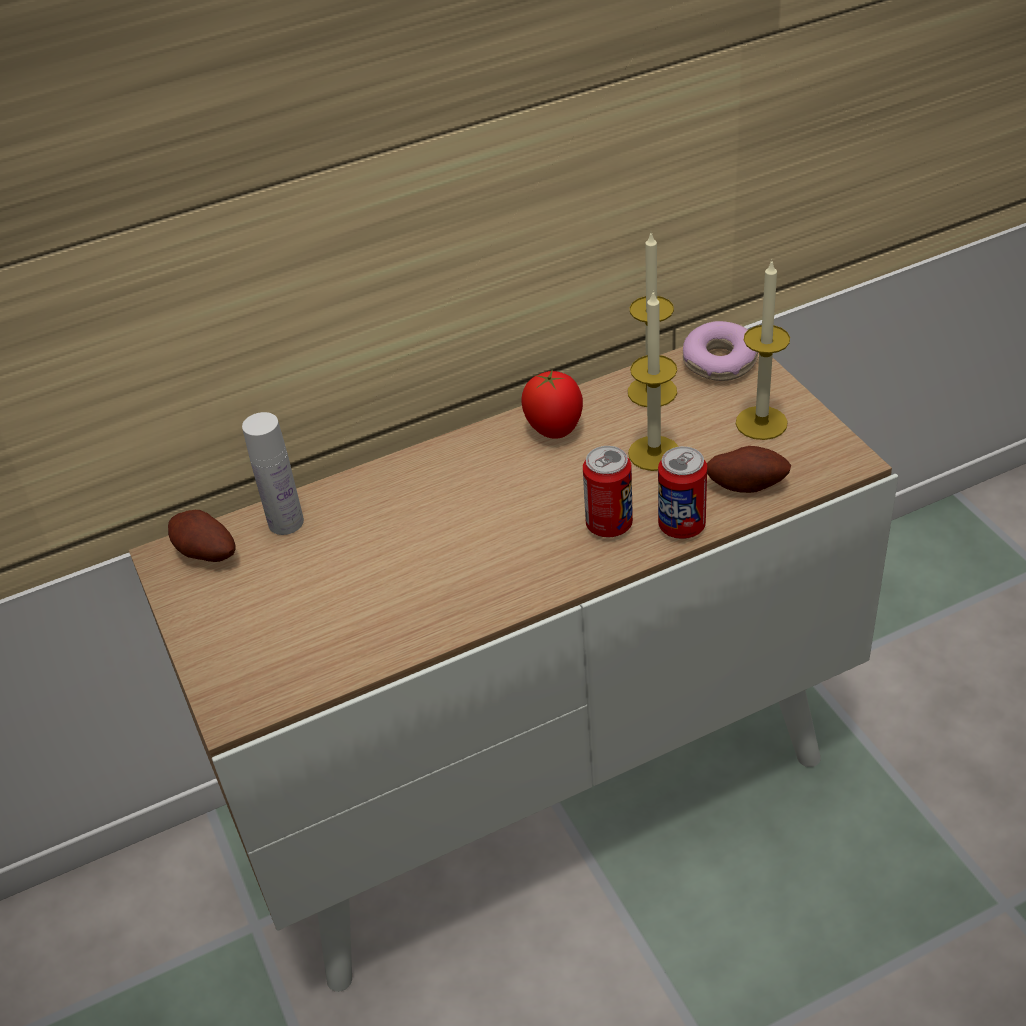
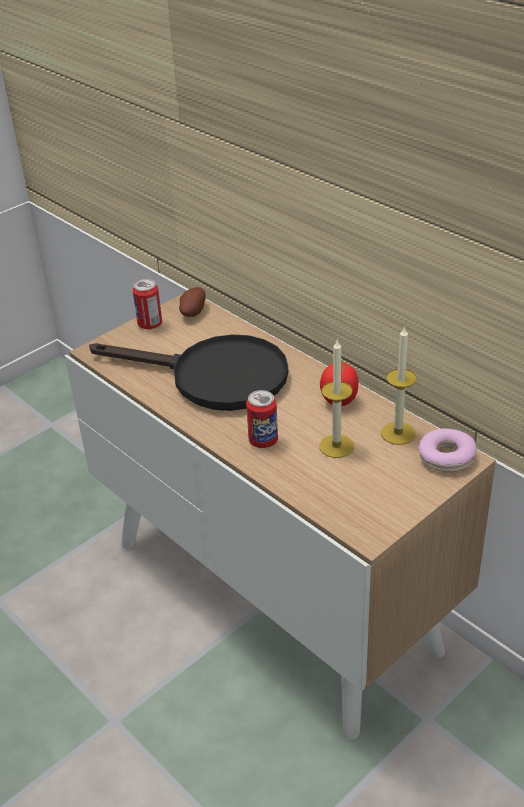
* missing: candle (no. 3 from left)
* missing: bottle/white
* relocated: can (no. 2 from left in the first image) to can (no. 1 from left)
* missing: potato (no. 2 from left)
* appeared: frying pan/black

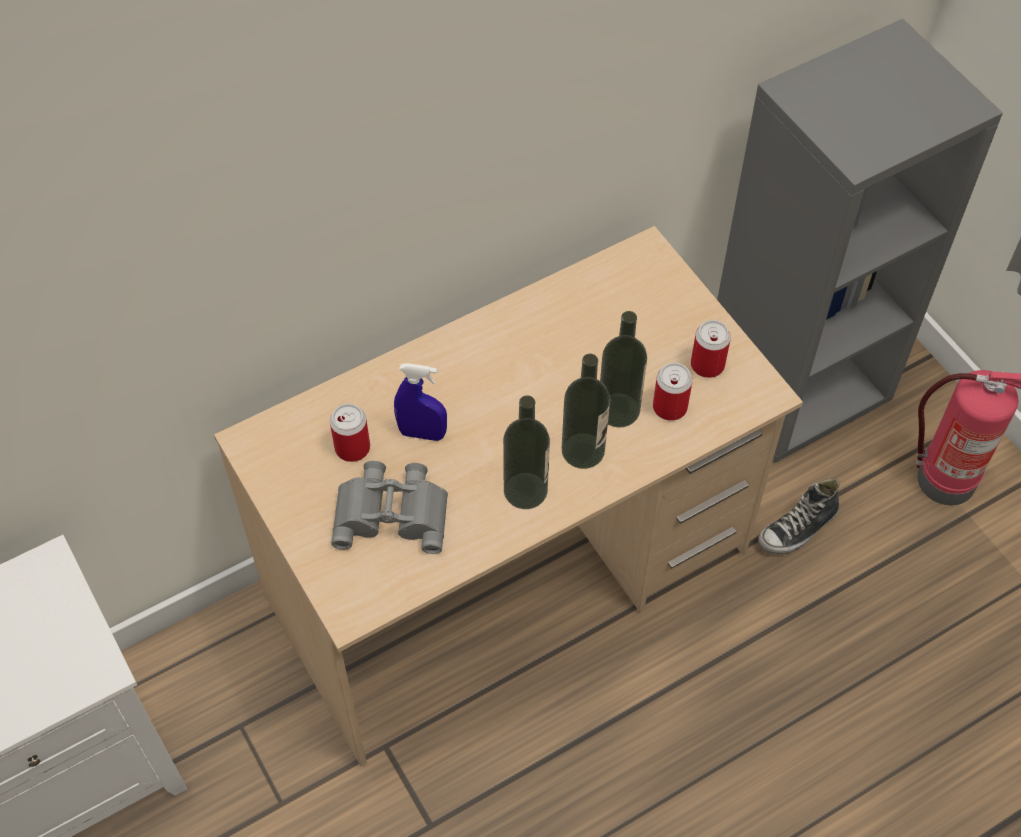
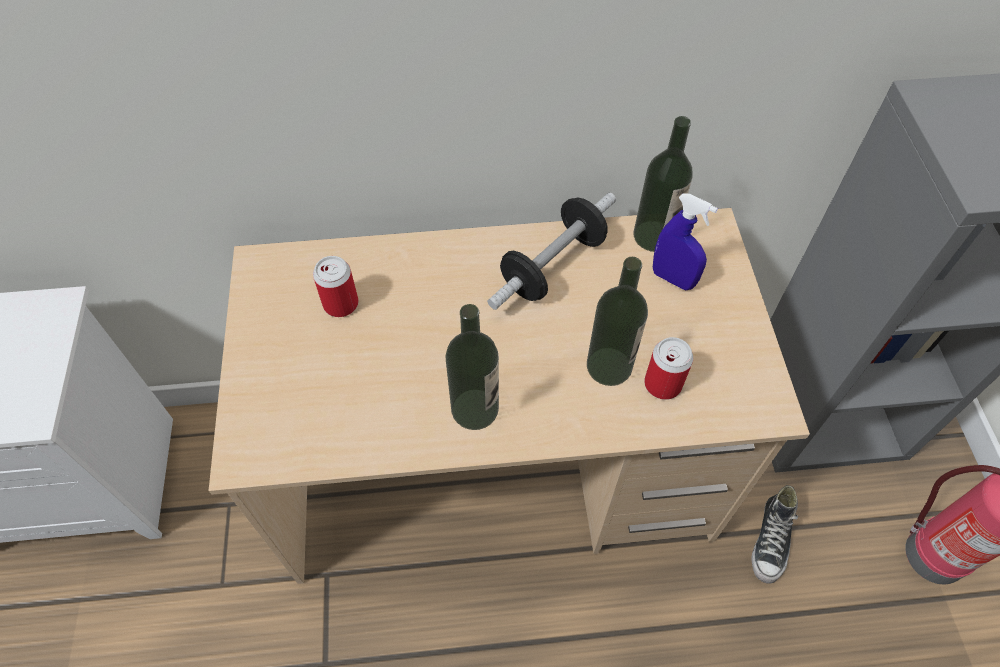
* missing: can (no. 3 from left)
* relocated: bottle (no. 2 from left in the first image) to bottle (no. 3 from left)
* relocated: spray bottle/blue
* missing: binoculars/grey
* spun: shoe 60 degrees counterclockwise
* appeared: dumbbell

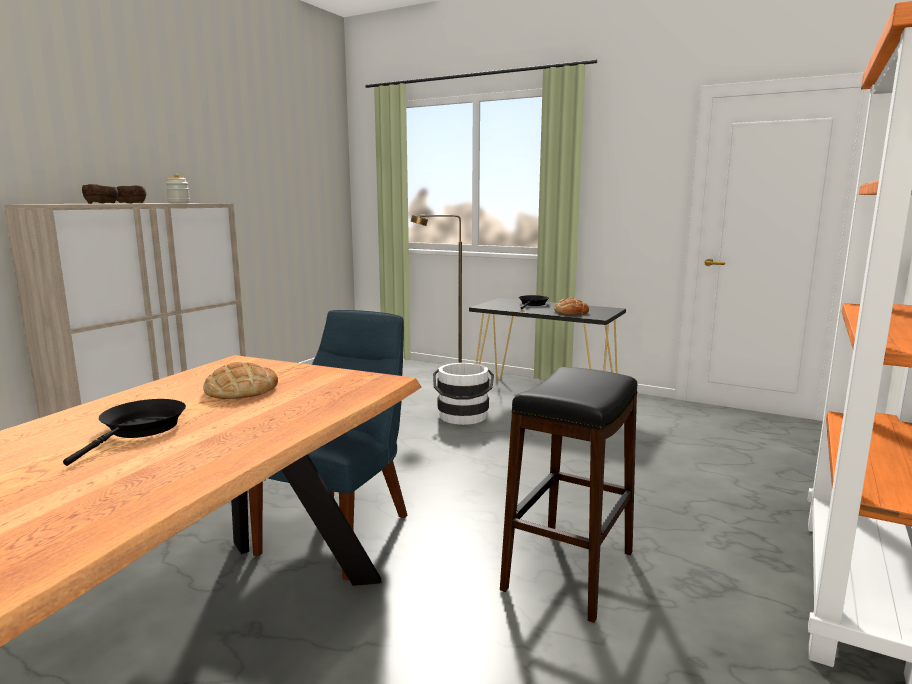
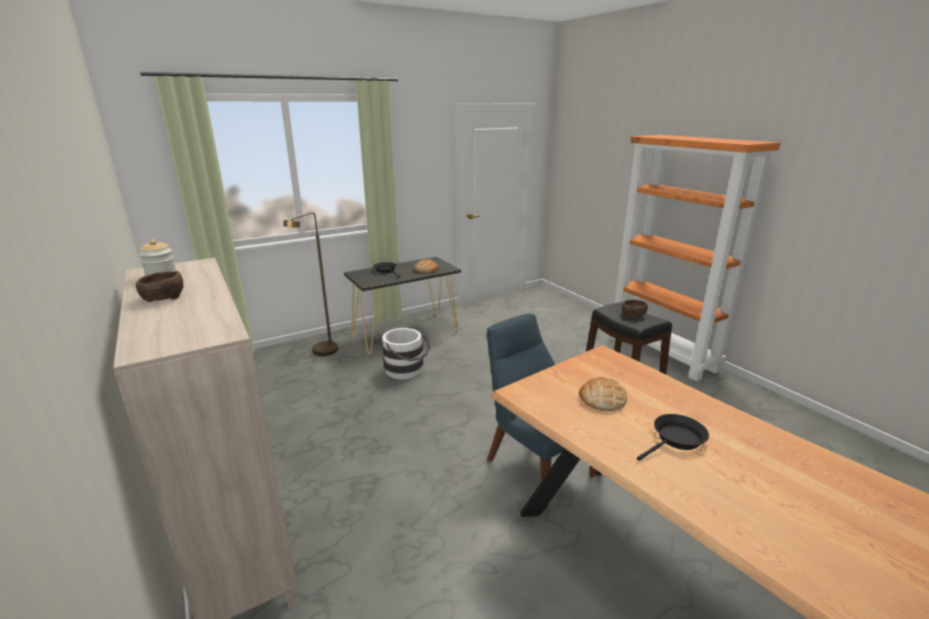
* relocated: bowl/brown (no. 1 from left in the first image) to bowl/brown (no. 2 from left)
* spun: frying pan/black (no. 1 from left in the first image) 105 degrees clockwise

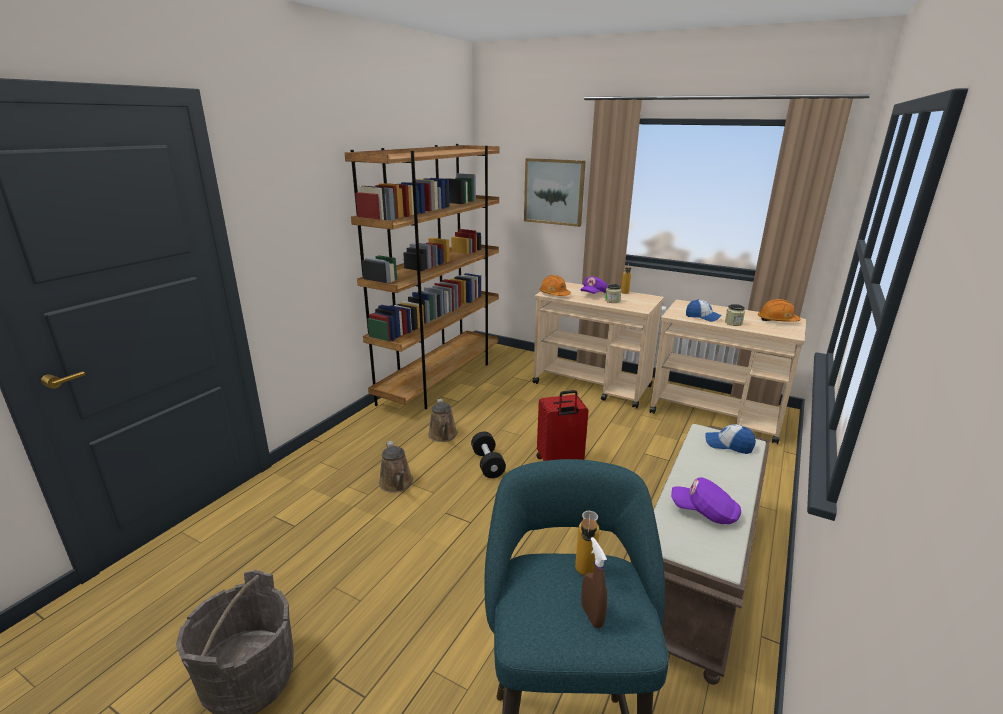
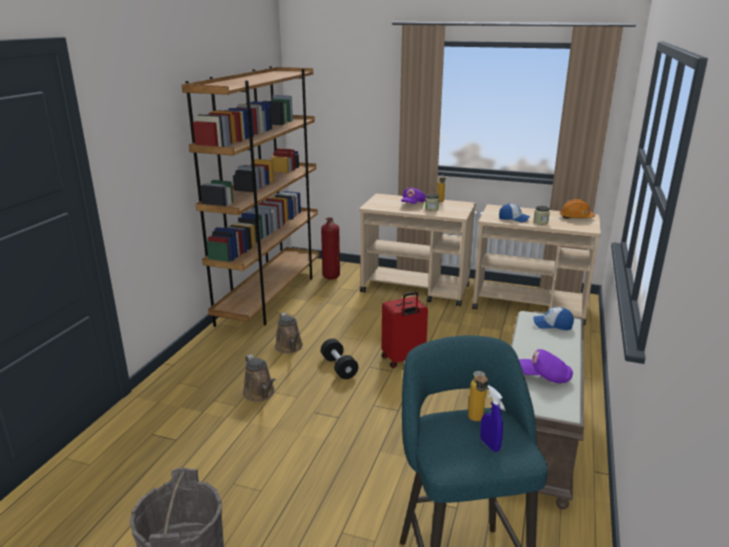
* missing: picture
* missing: hard hat/orange (no. 1 from left)
* colour: spray bottle/brown to spray bottle/blue
* appeared: fire extinguisher

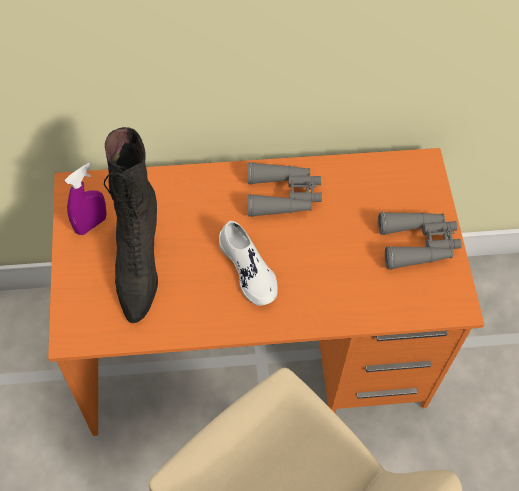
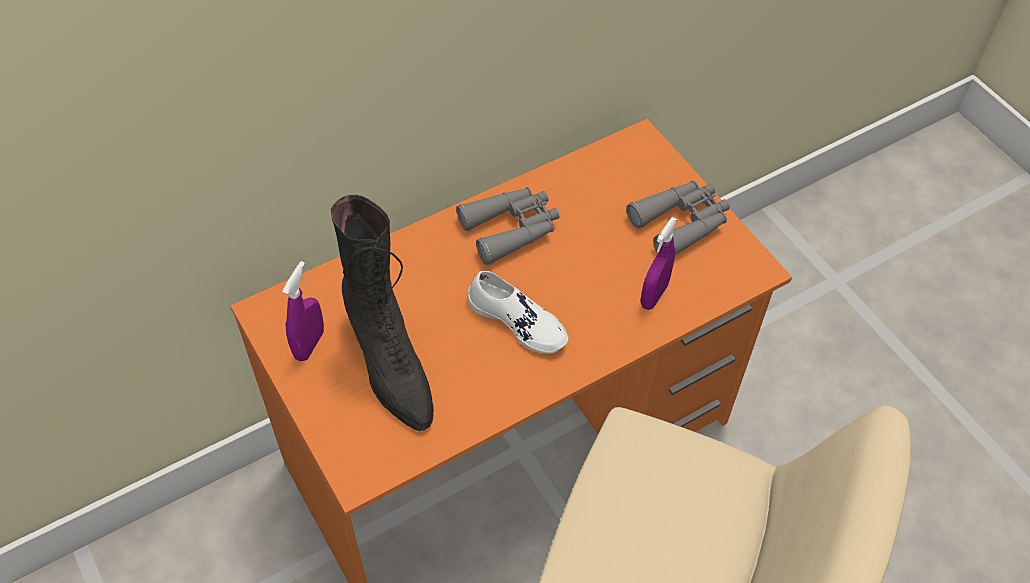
* appeared: spray bottle/purple (no. 2 from left)

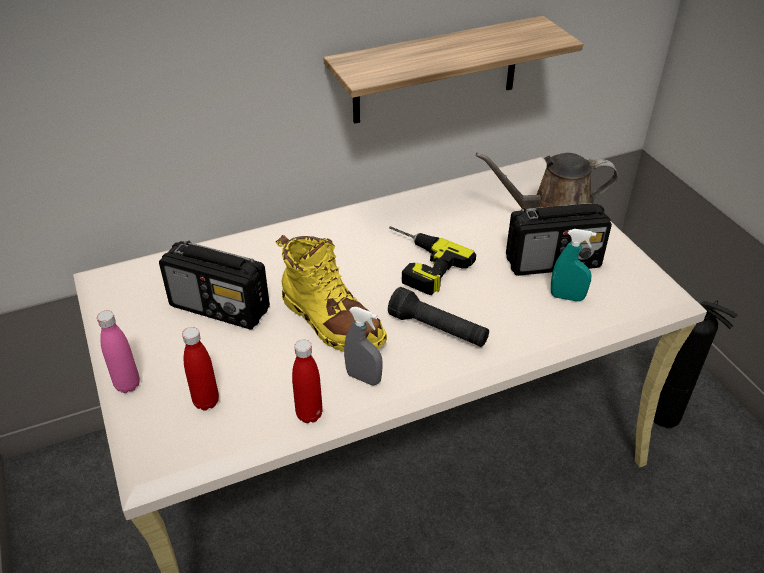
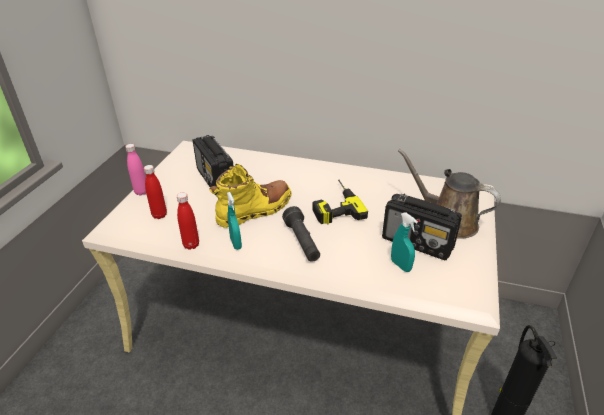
* missing: shelf
* spun: boot/yellow 120 degrees counterclockwise
* colour: spray bottle/grey to spray bottle/turquoise (no. 1 from left)

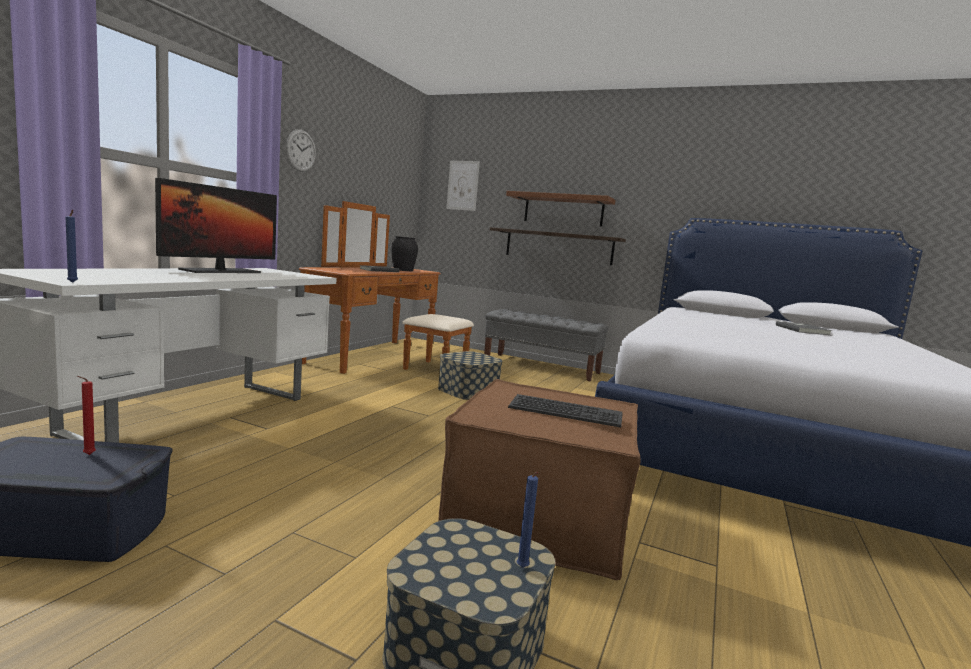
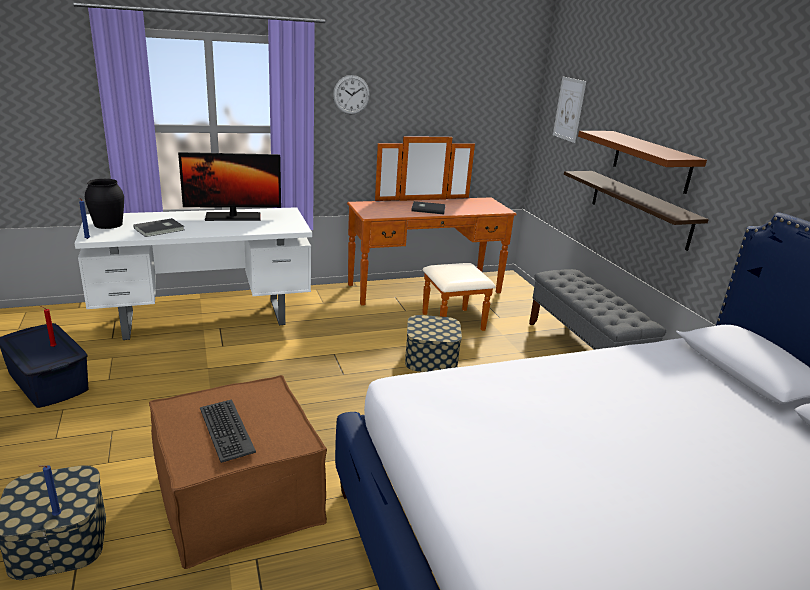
* relocated: vase/black
* relocated: book/grey (no. 2 from left in the first image) to book/grey (no. 1 from left)

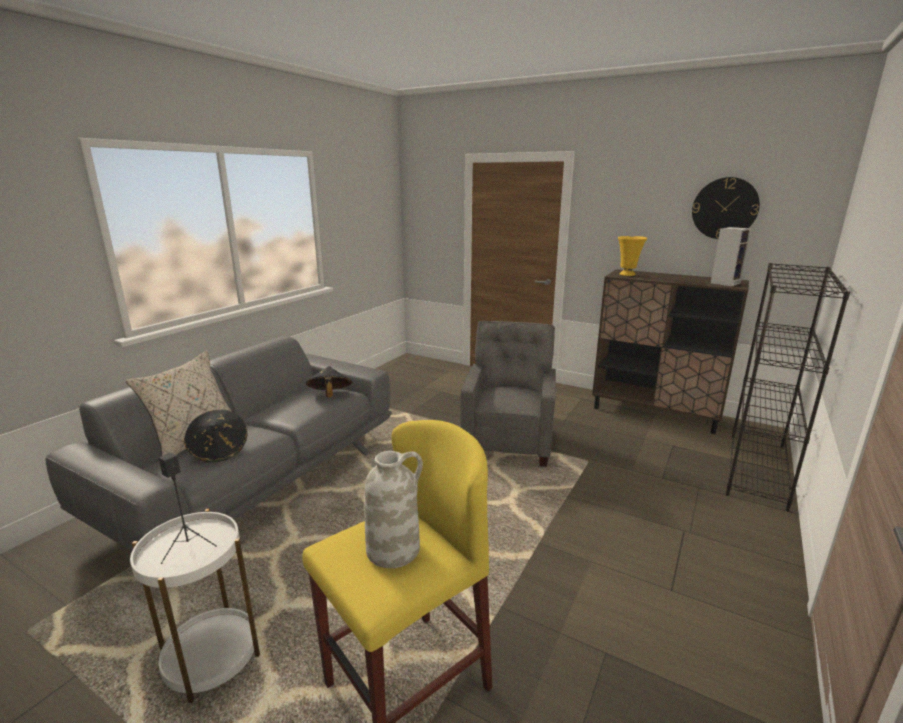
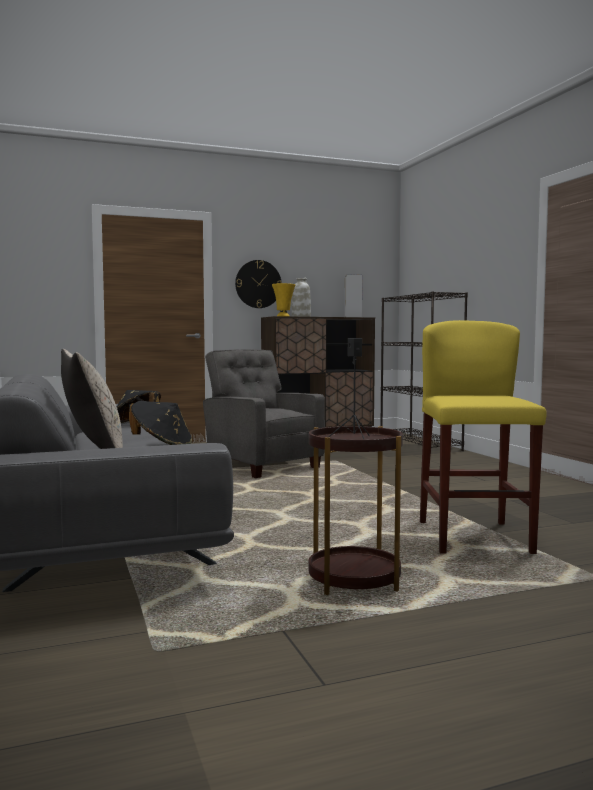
* relocated: wall clock
* relocated: vase/white
* colour: side table/white to side table/brown

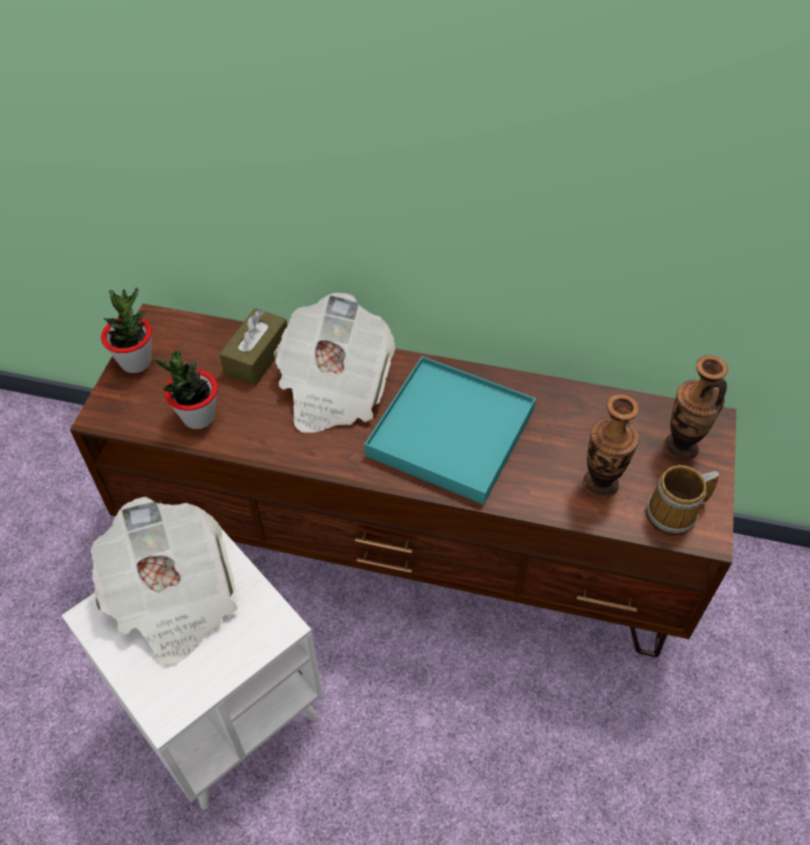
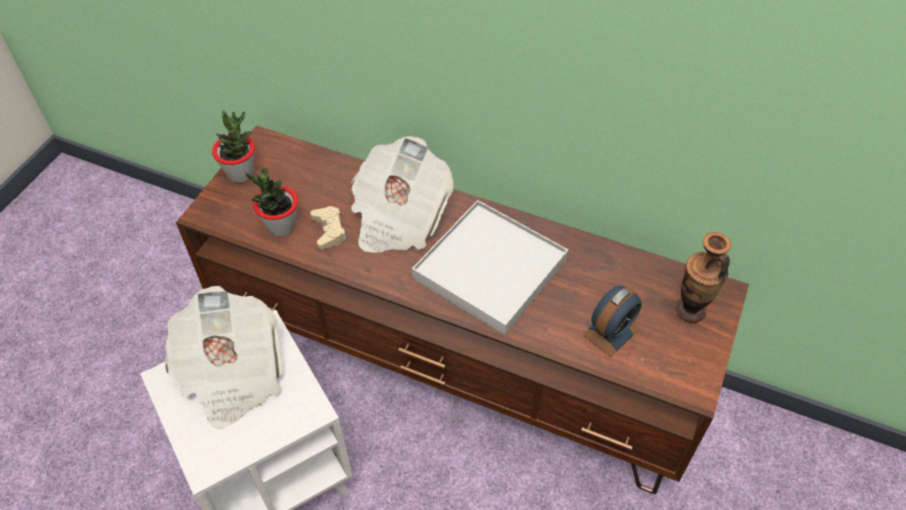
* missing: tissue box/brown
* colour: tray/turquoise to tray/white
* exchanged: vase (no. 1 from left) to alarm clock
* missing: mug
* appeared: game controller/beige

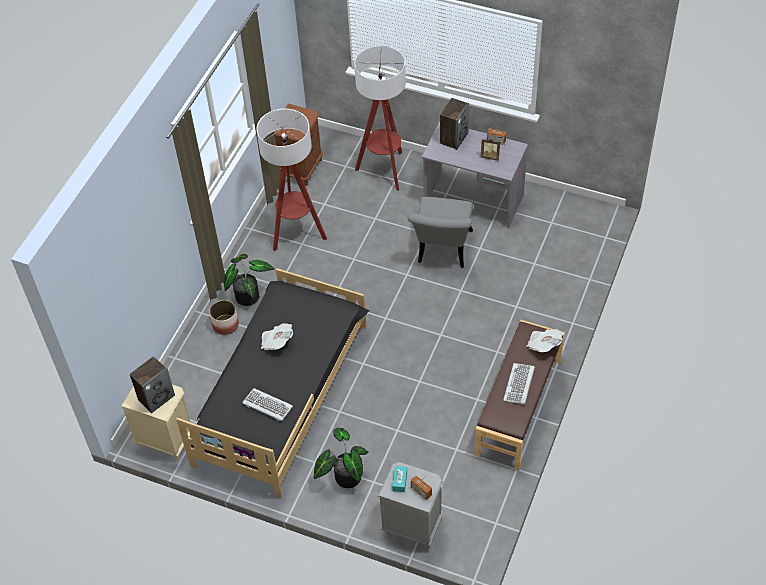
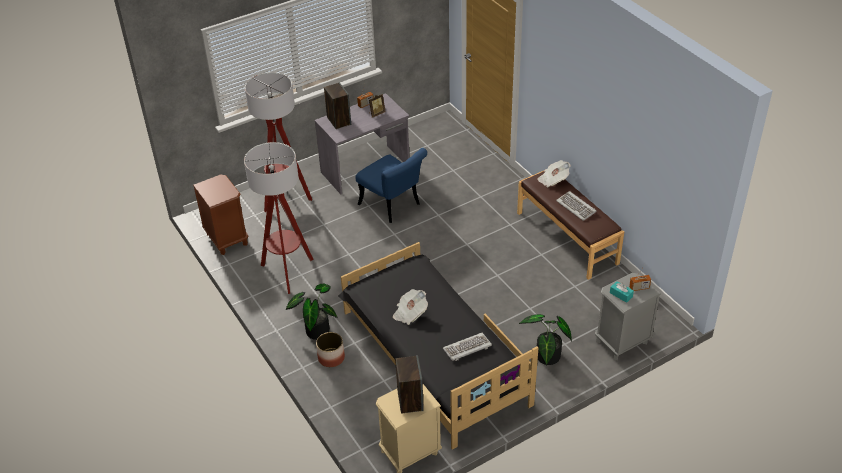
* colour: chair/grey to chair/blue

